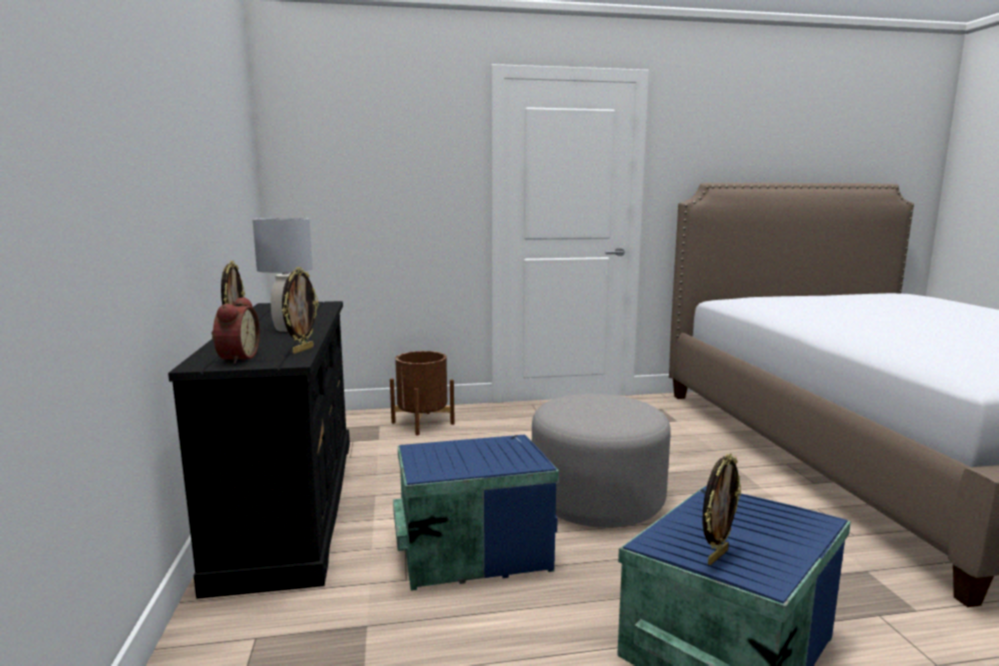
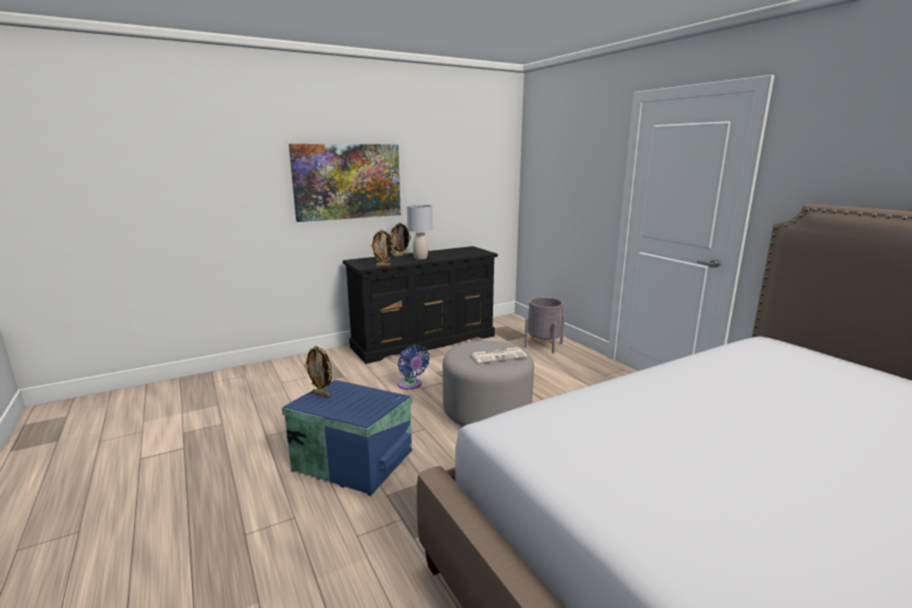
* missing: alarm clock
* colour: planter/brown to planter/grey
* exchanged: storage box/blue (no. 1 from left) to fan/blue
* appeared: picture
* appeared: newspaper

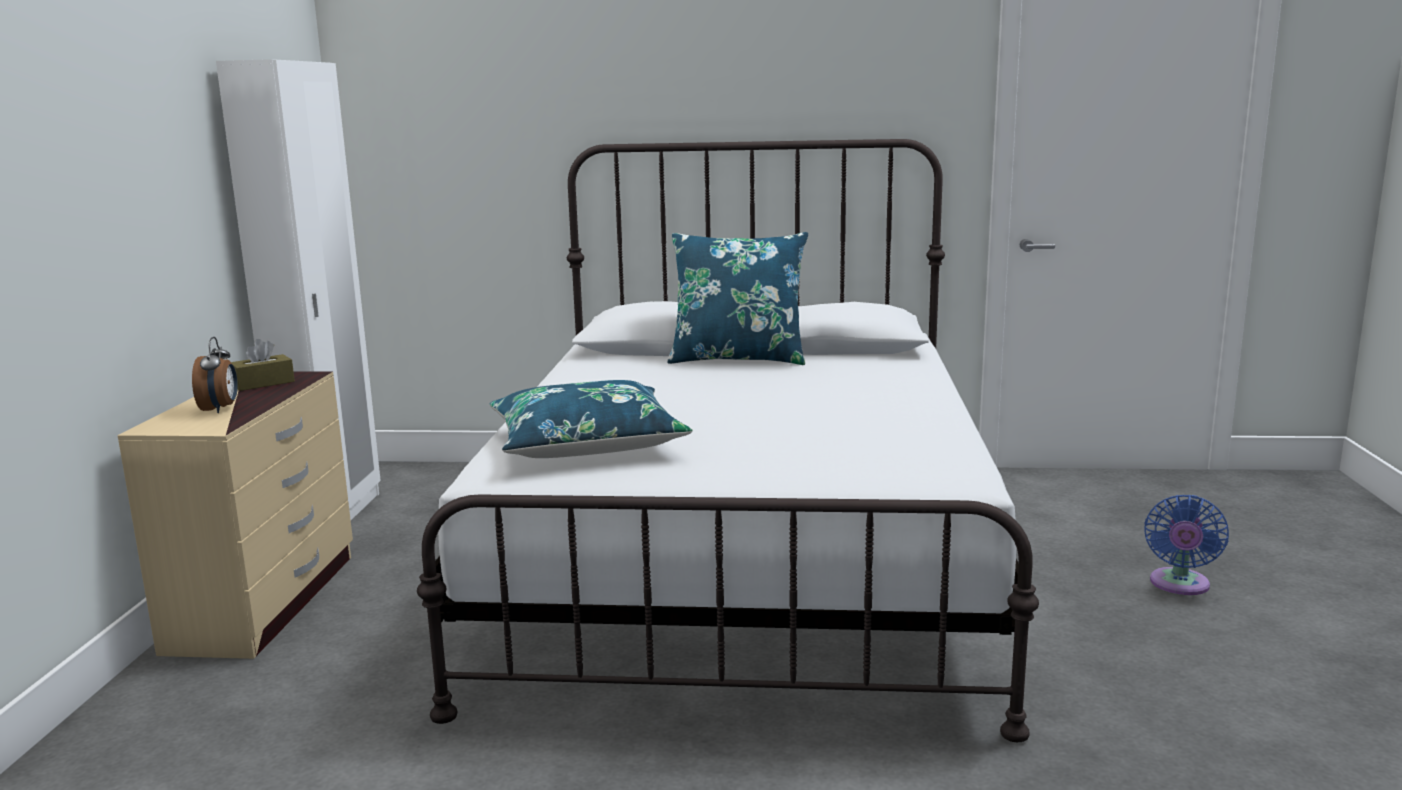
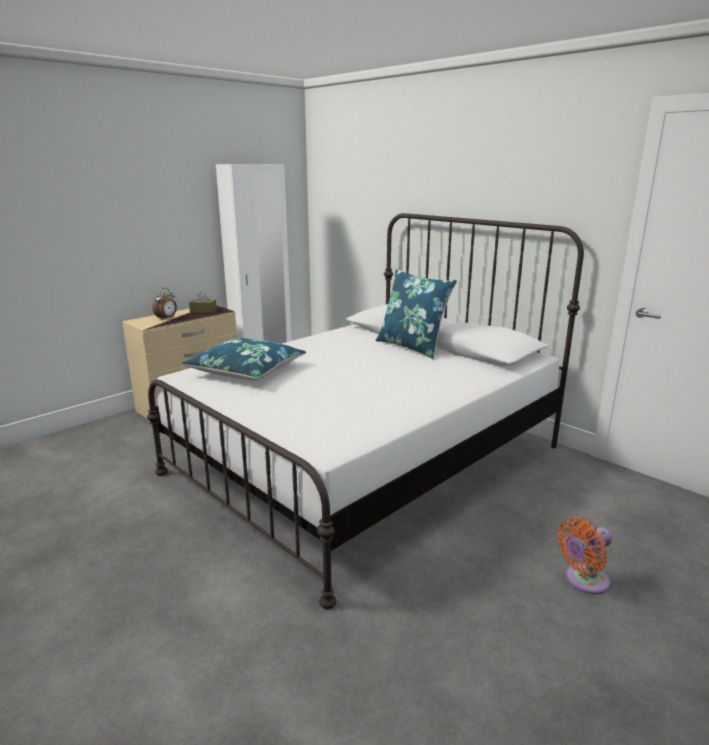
* colour: fan/blue to fan/orange

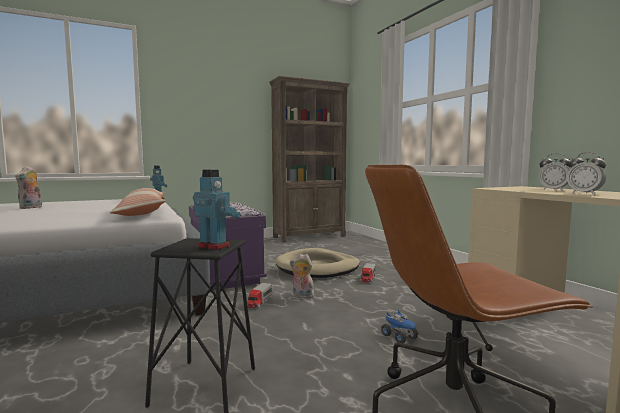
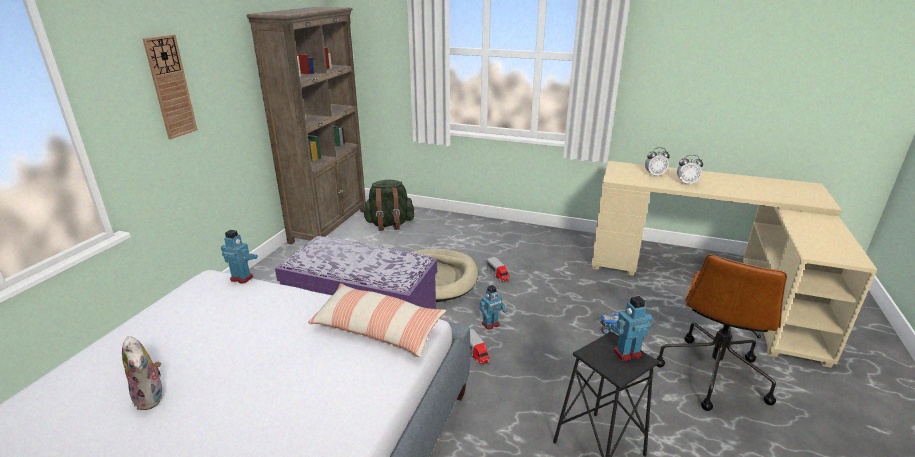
* exchanged: plush toy (no. 2 from left) to toy robot (no. 2 from left)
* appeared: wall clock
* appeared: backpack/green

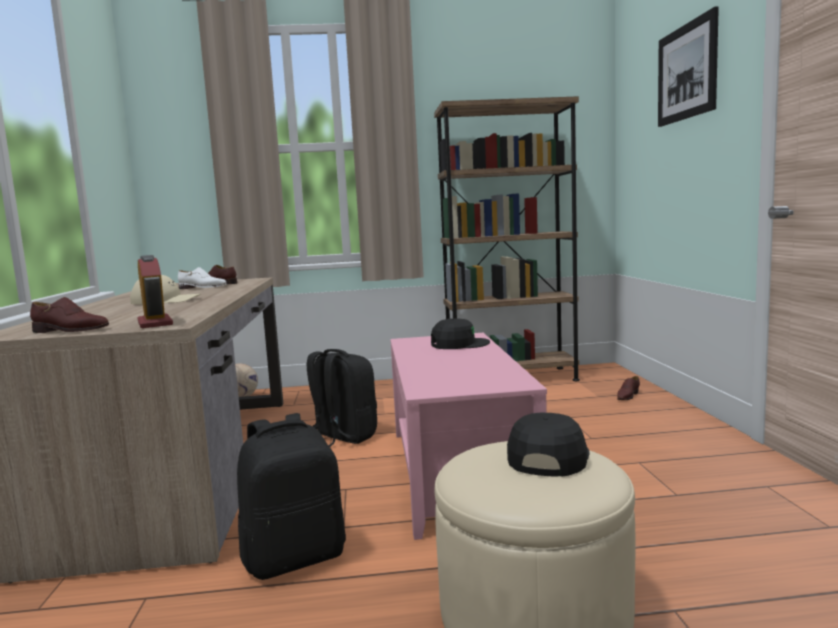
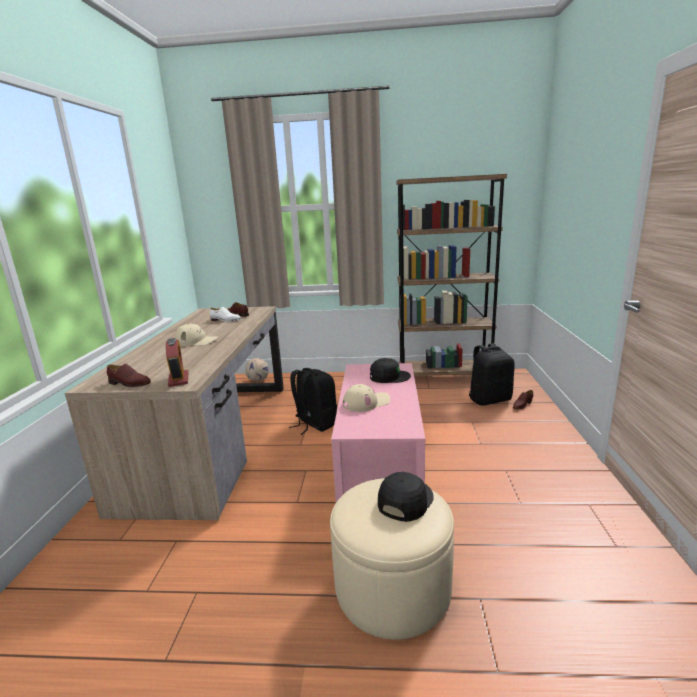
* missing: picture
* relocated: backpack/black (no. 1 from left in the first image) to backpack/black (no. 2 from left)
* appeared: cap/beige (no. 2 from left)

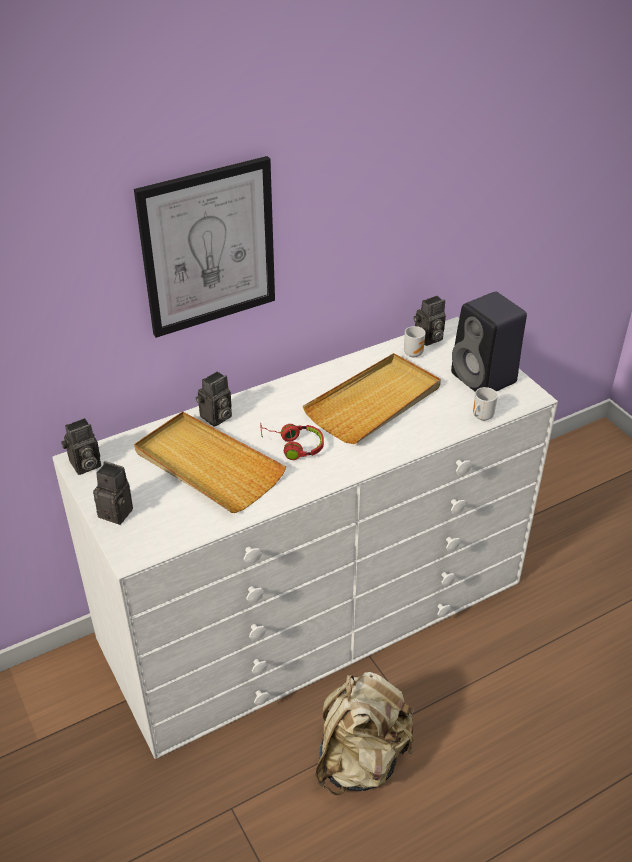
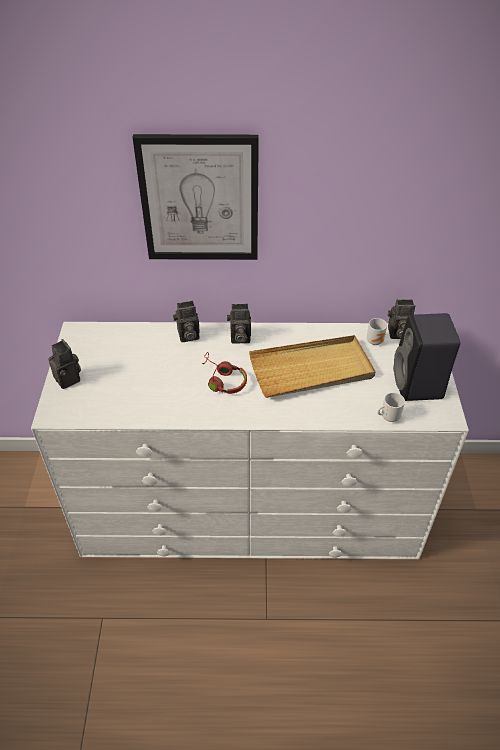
* missing: tray/beige (no. 1 from left)
* relocated: photo camera (no. 1 from left in the first image) to photo camera (no. 3 from left)
* missing: backpack/beige

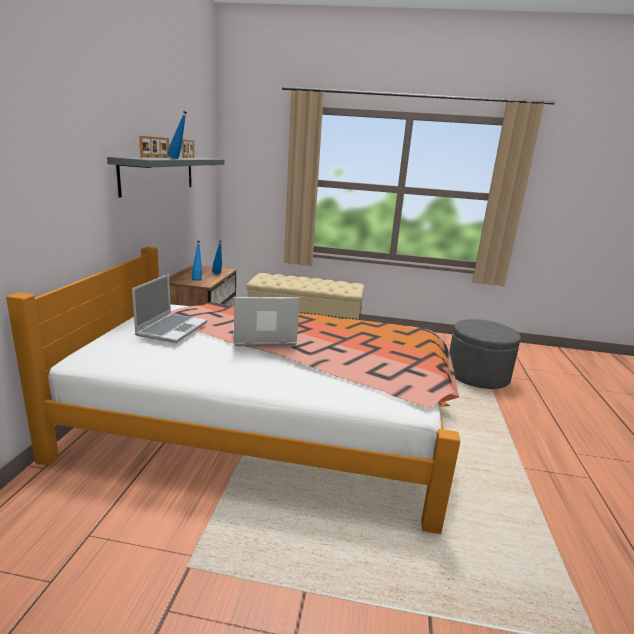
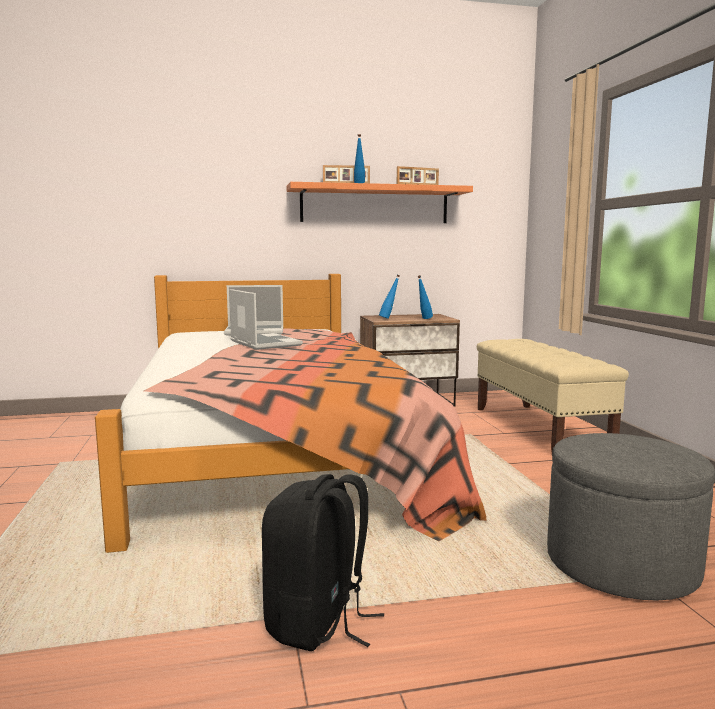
* colour: shelf/grey to shelf/orange
* appeared: backpack/black

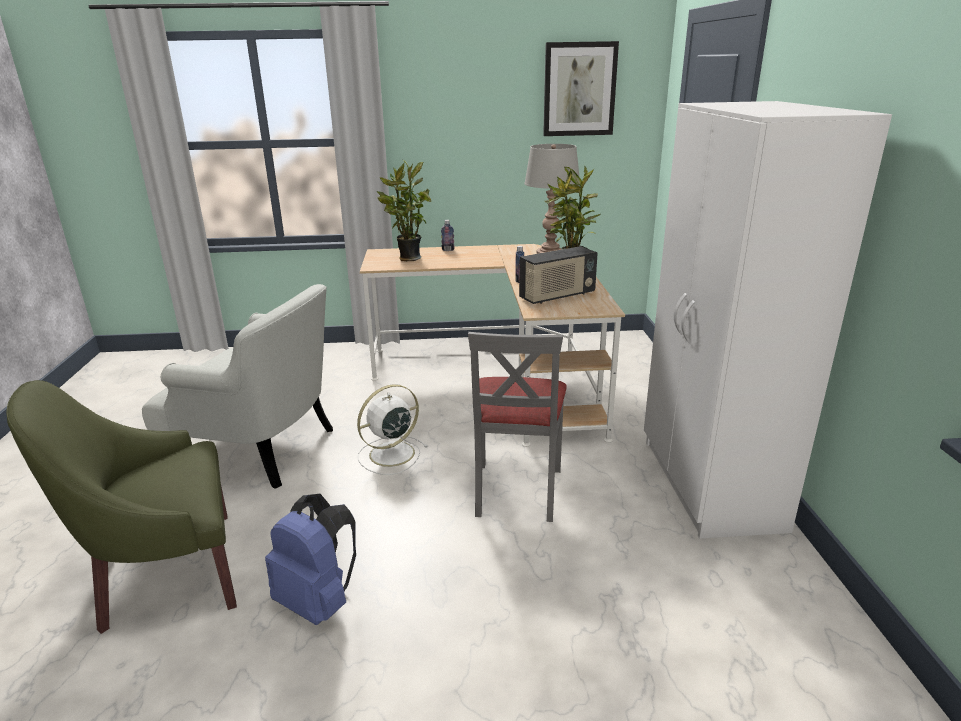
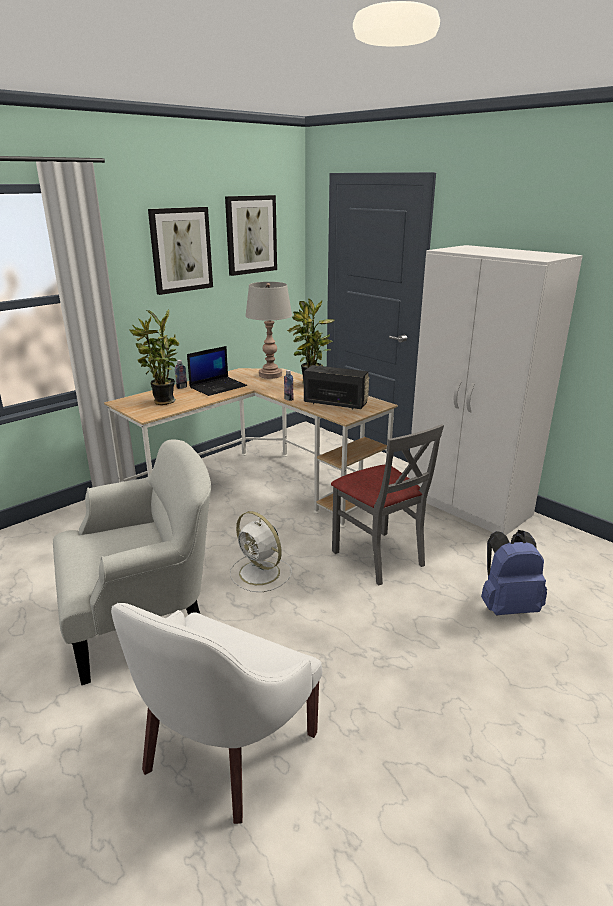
* spun: radio 90 degrees counterclockwise
* colour: armchair/green to armchair/white (no. 2 from left)
* spun: fan/white 60 degrees counterclockwise
* relocated: backpack/blue
* appeared: picture (no. 1 from left)
* appeared: laptop

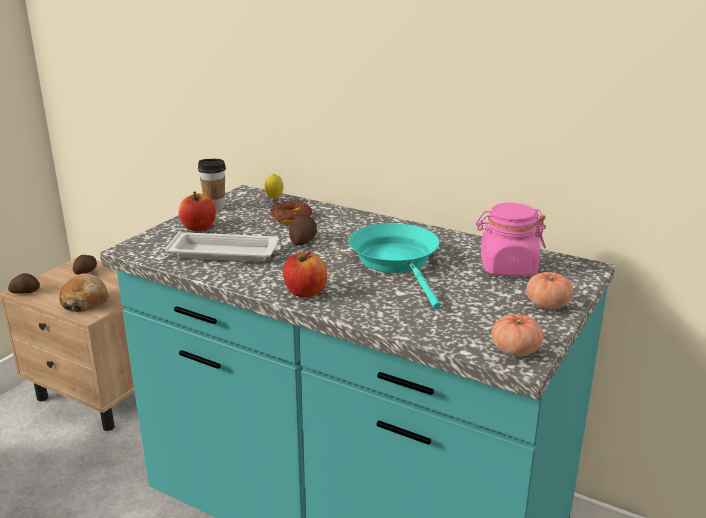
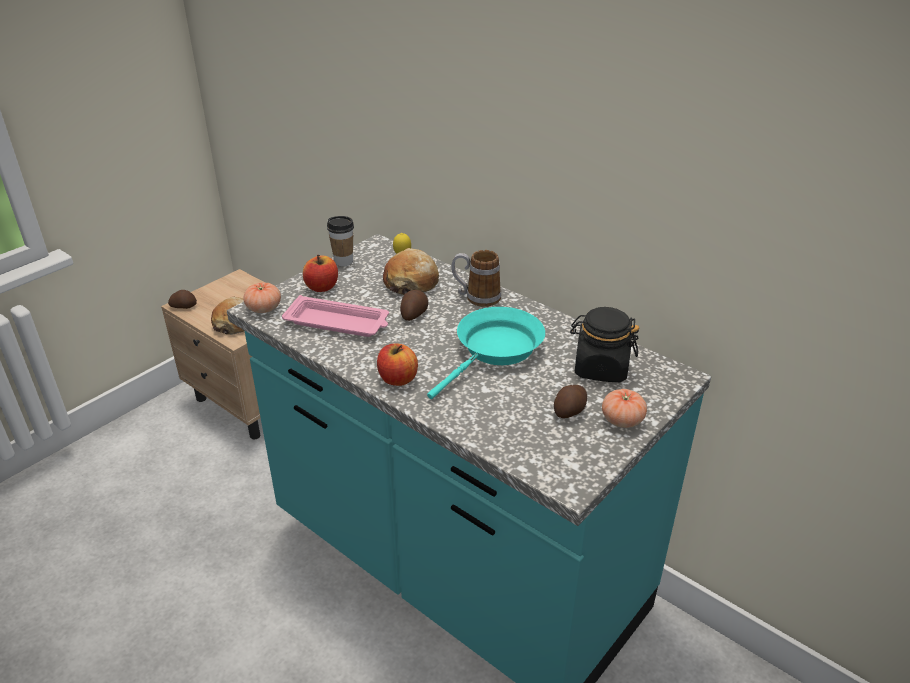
* exchanged: donut to bread (no. 2 from left)
* colour: jar/pink to jar/black
* spun: frying pan/turquoise 45 degrees clockwise
* colour: tray/white to tray/pink
* relocated: potato (no. 2 from left in the first image) to potato (no. 3 from left)
* relocated: tomato (no. 1 from left)
* appeared: mug

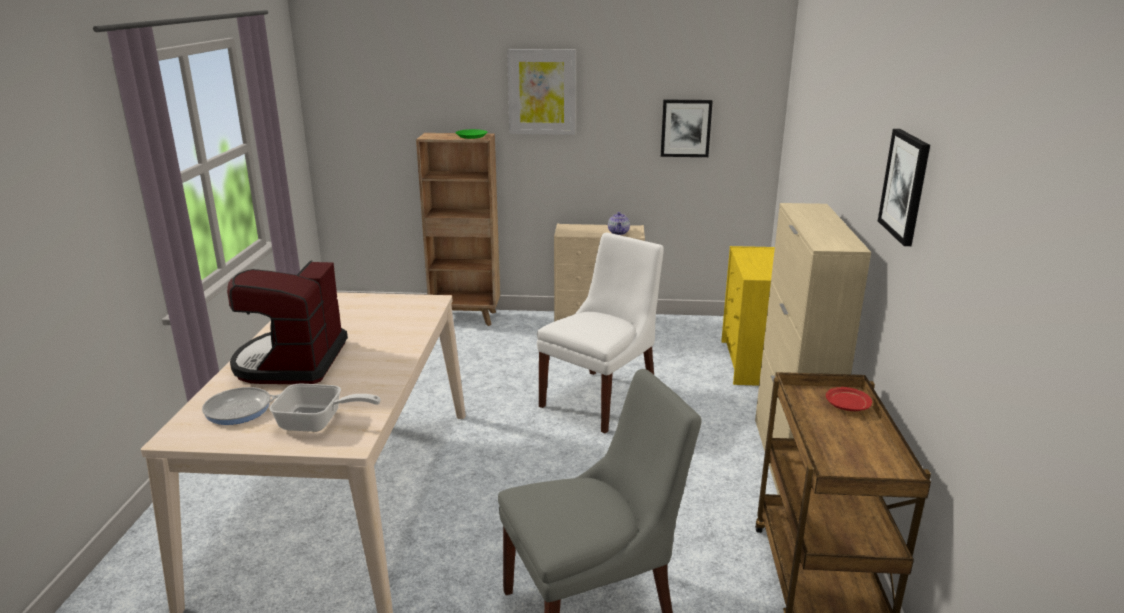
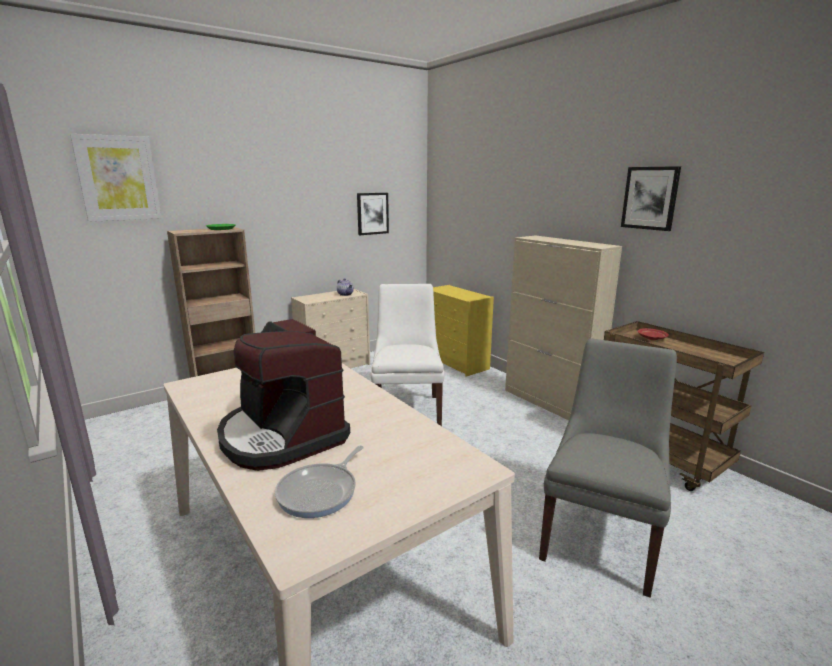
* relocated: picture (no. 1 from left)
* missing: frying pan (no. 2 from left)

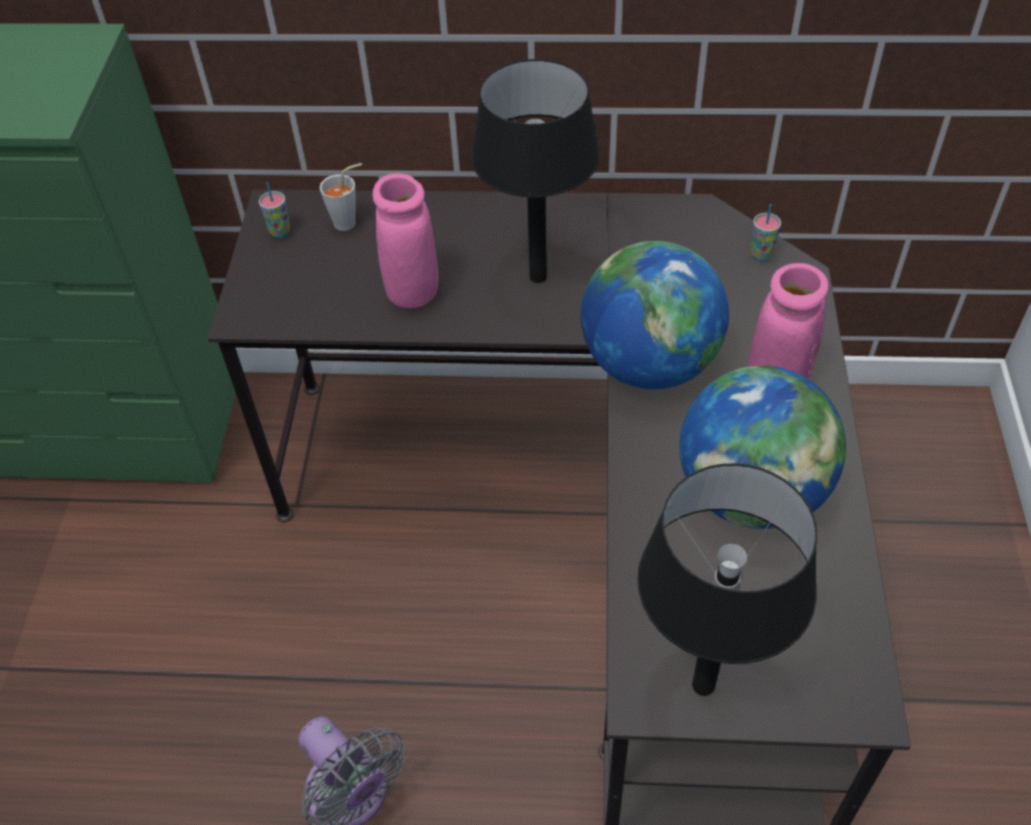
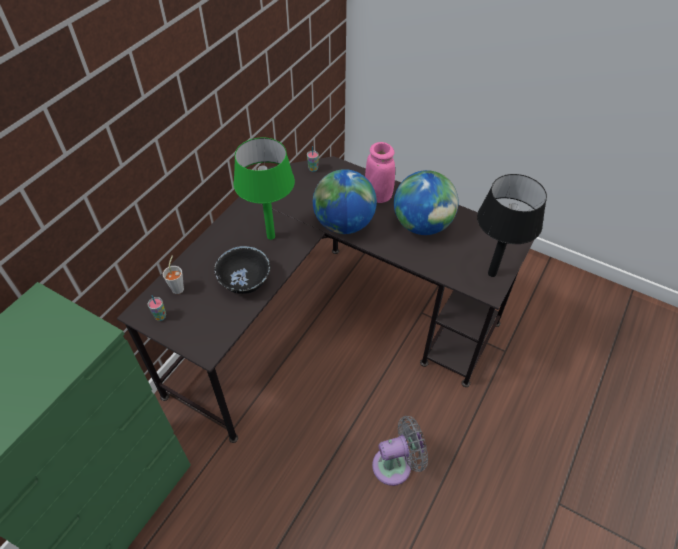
* colour: table lamp/black (no. 1 from left) to table lamp/green
* exchanged: vase/pink (no. 1 from left) to bowl/black

